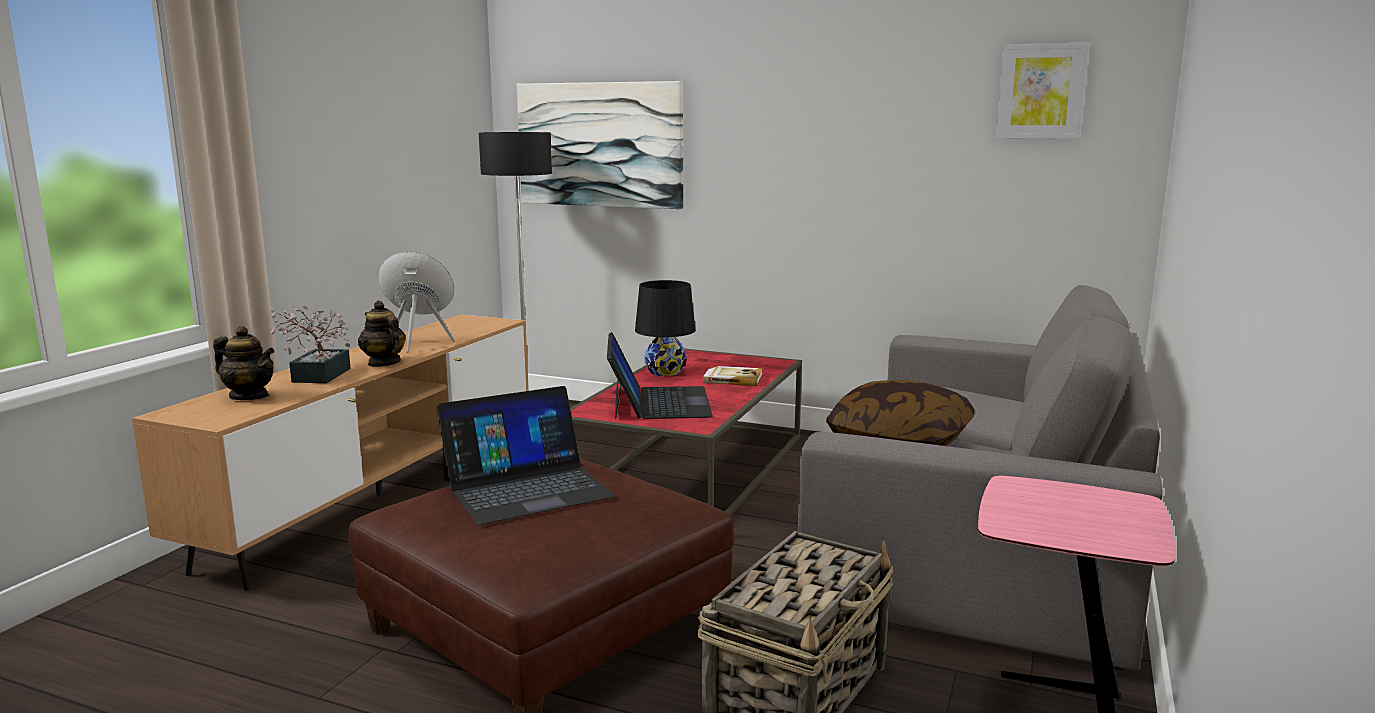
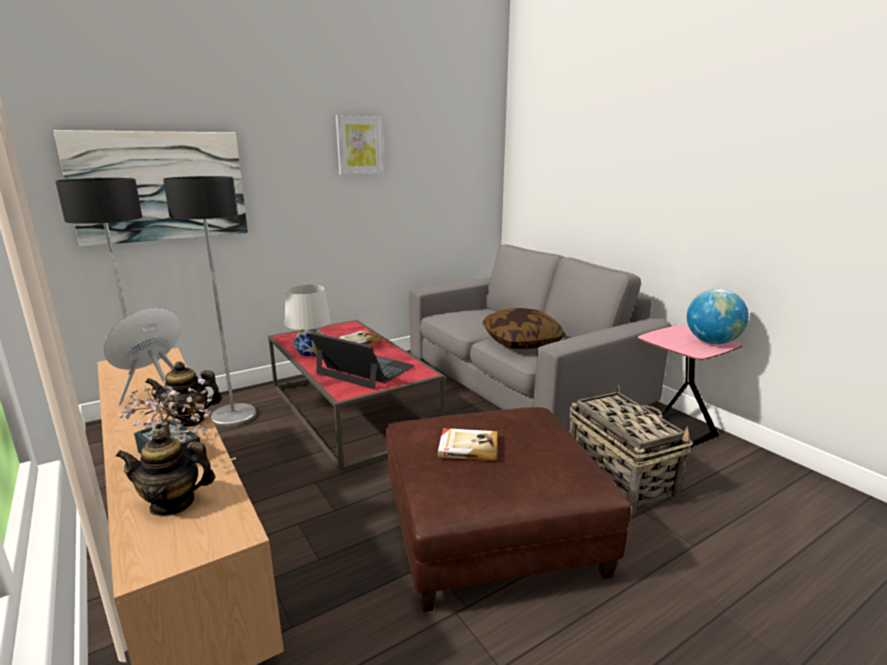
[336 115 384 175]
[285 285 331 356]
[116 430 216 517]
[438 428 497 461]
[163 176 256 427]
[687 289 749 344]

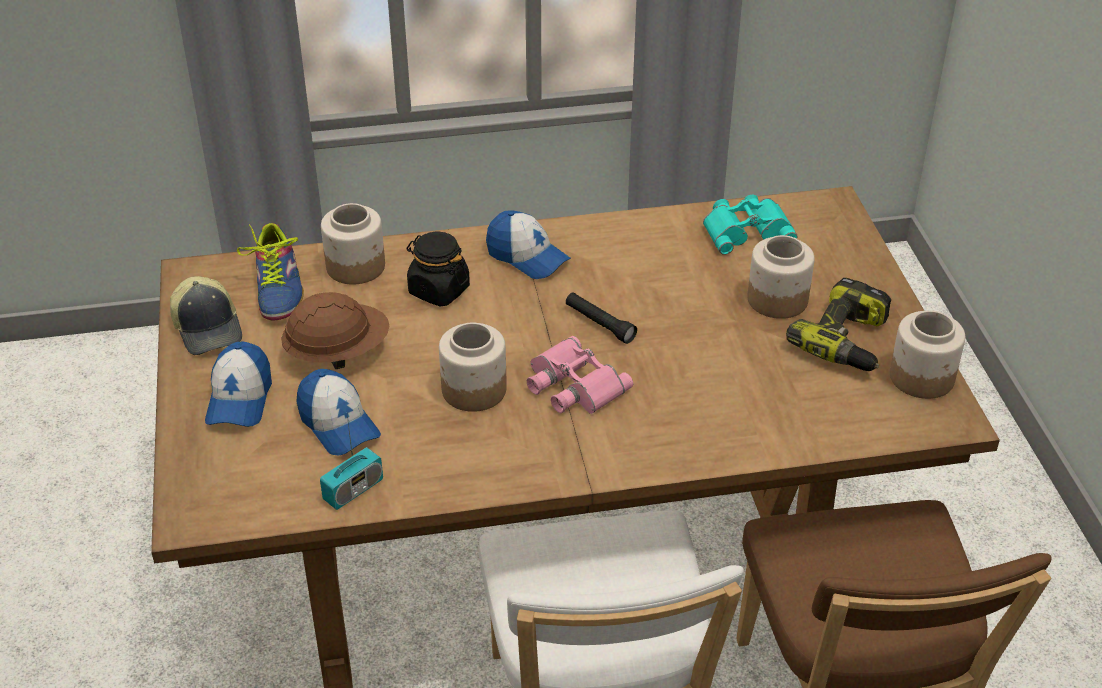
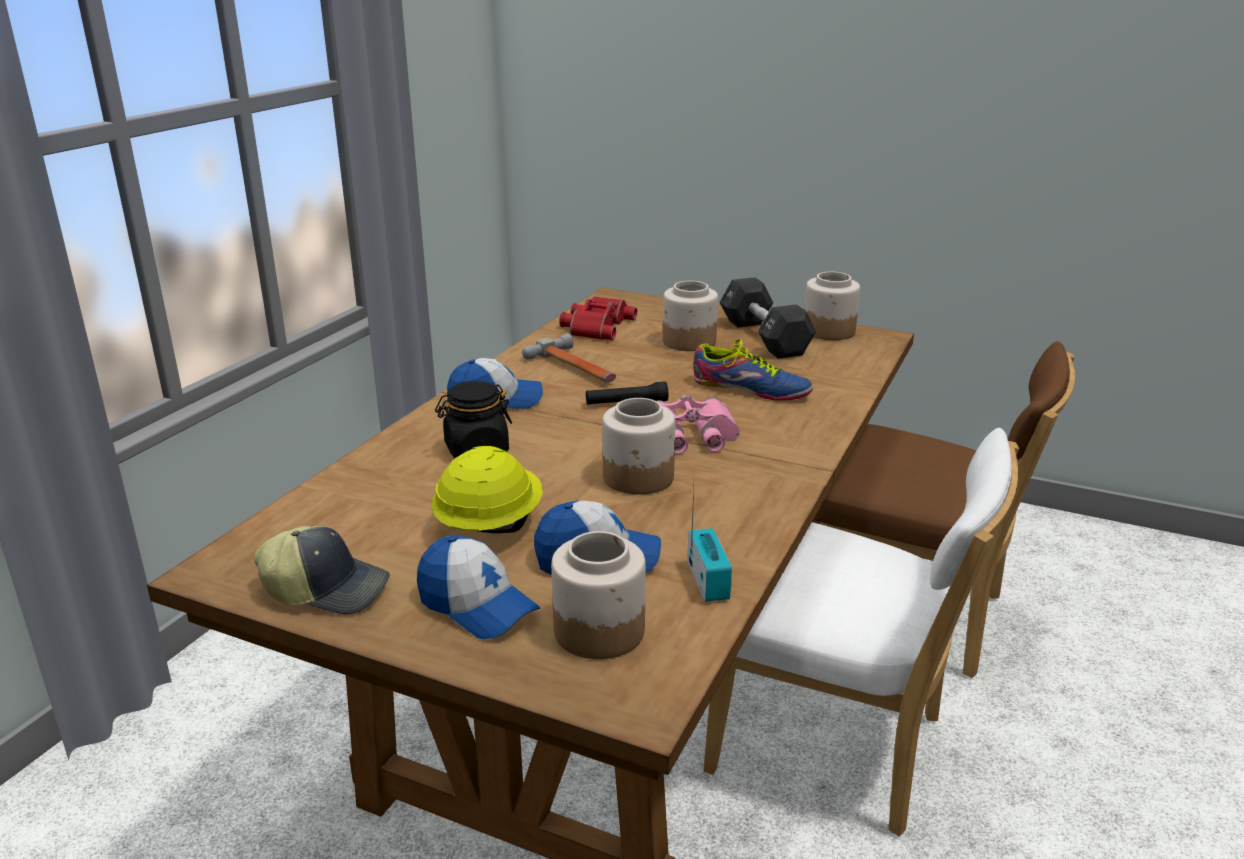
[559 296 637 340]
[551 531 646 659]
[693 339 813 401]
[719 277 816 359]
[431 446 543 533]
[522 333 616 382]

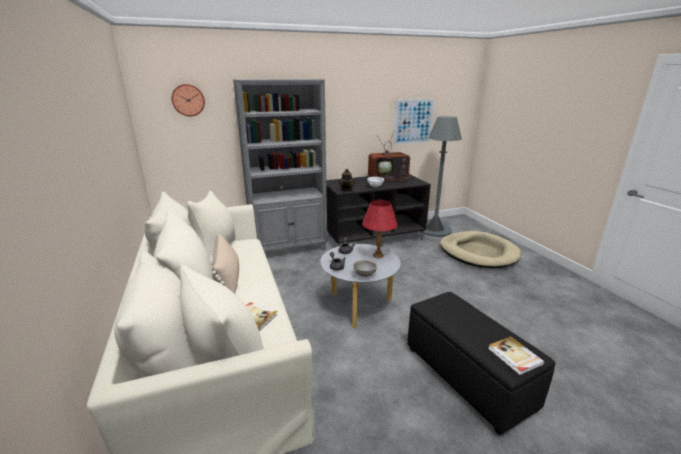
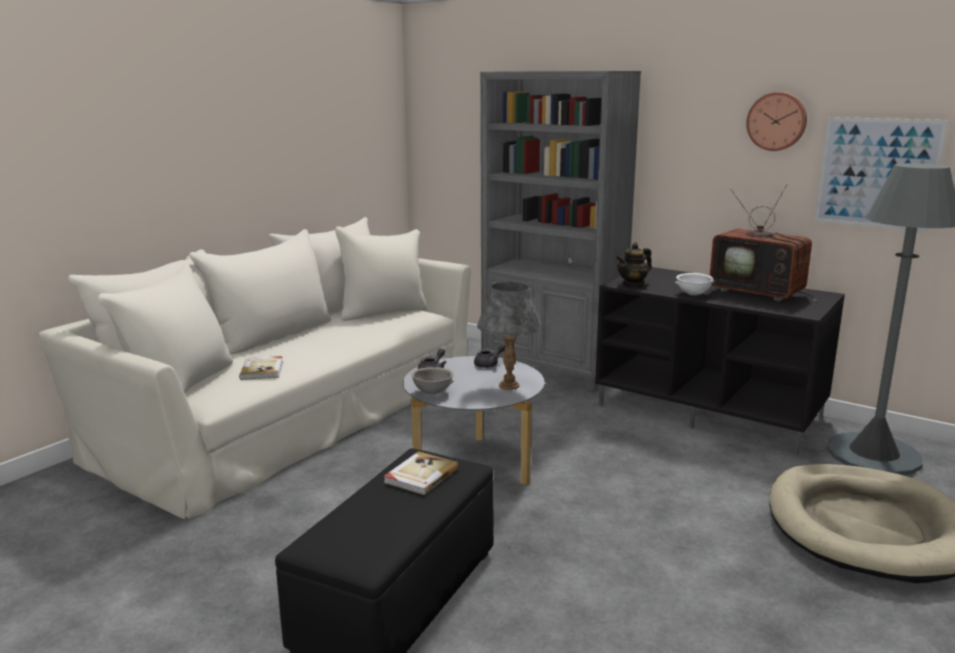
[746 92 807 151]
[477 282 542 390]
[212 233 239 293] (first image)
[384 451 459 495]

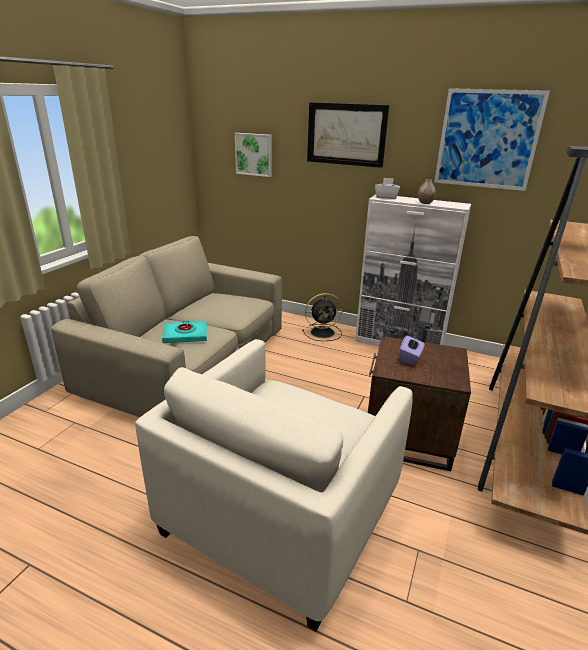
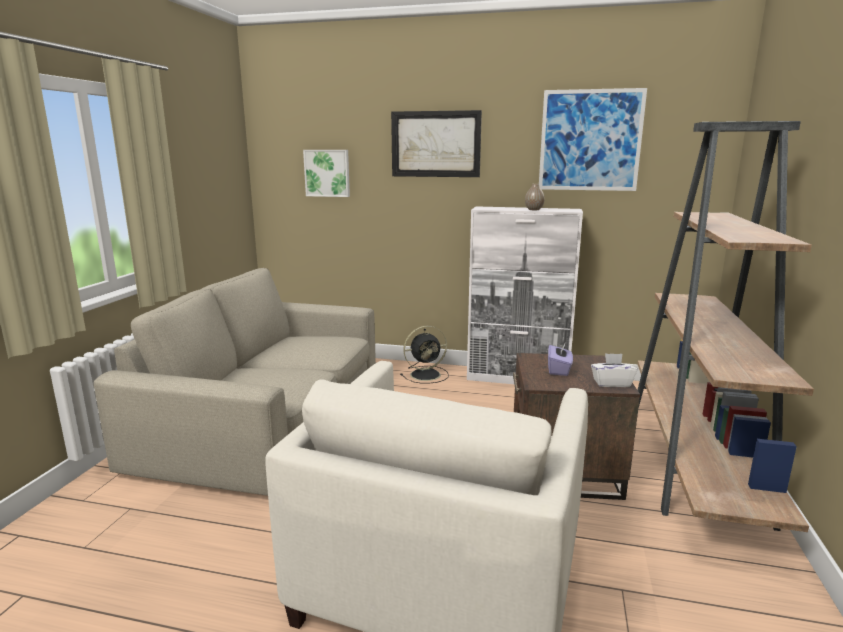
[591 353 637 387]
[162 320 207 343] (first image)

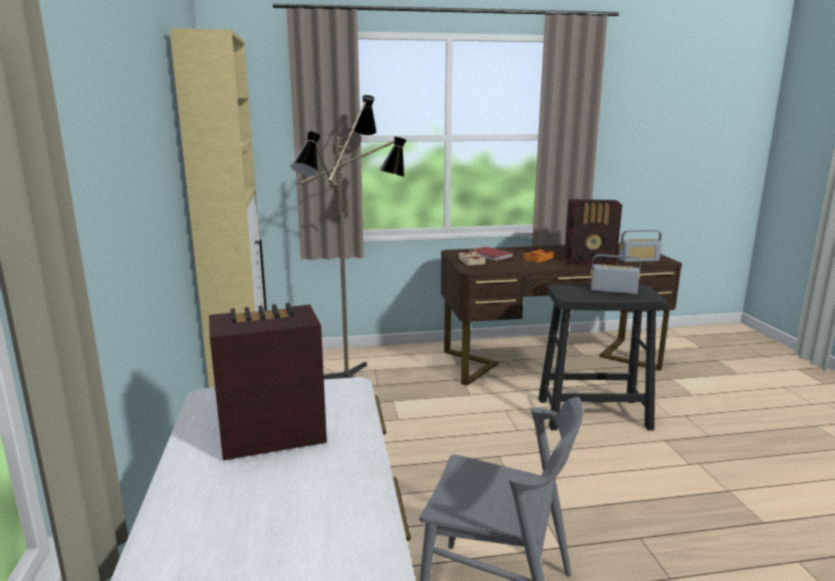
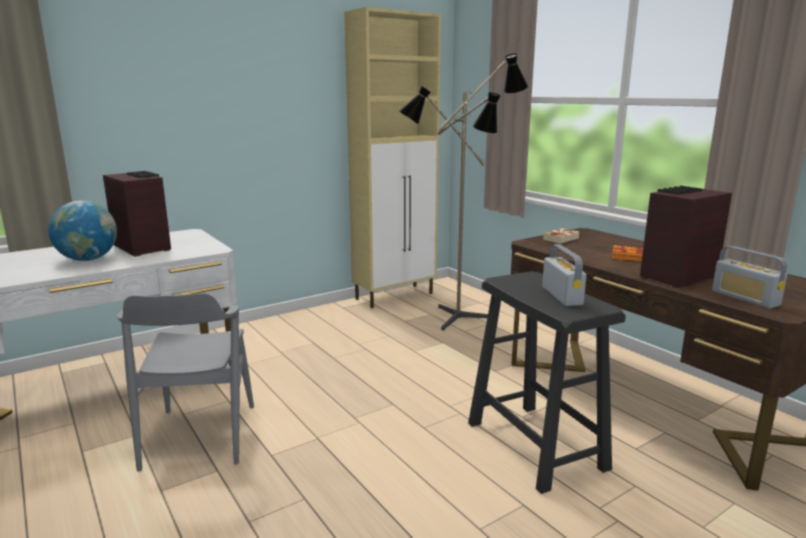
[640 186 732 288]
[468 247 514 261] (first image)
[48 201 117 261]

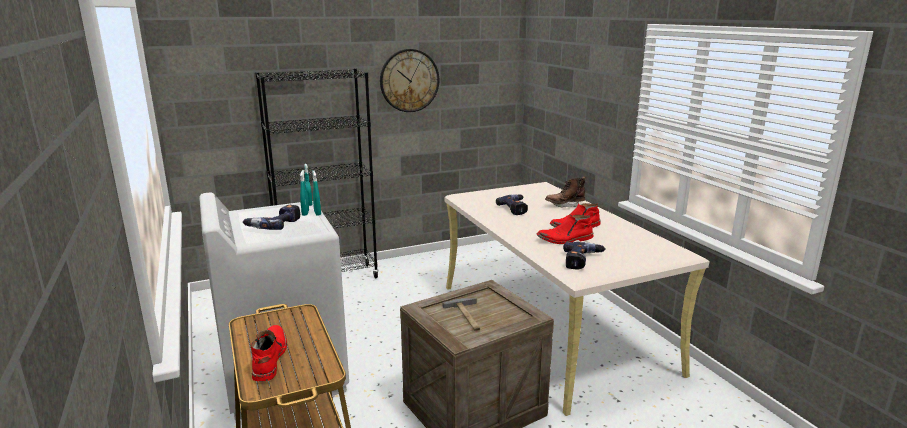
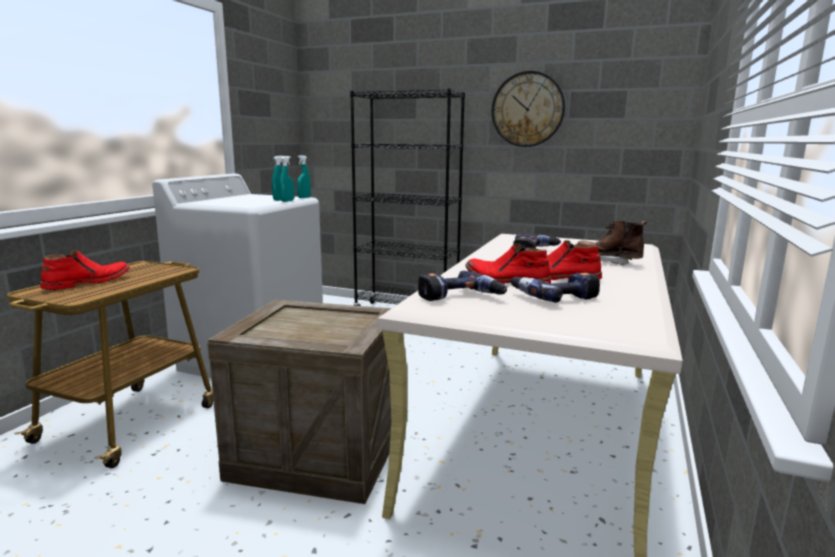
[511 272 600 303]
[443 298 480 331] (first image)

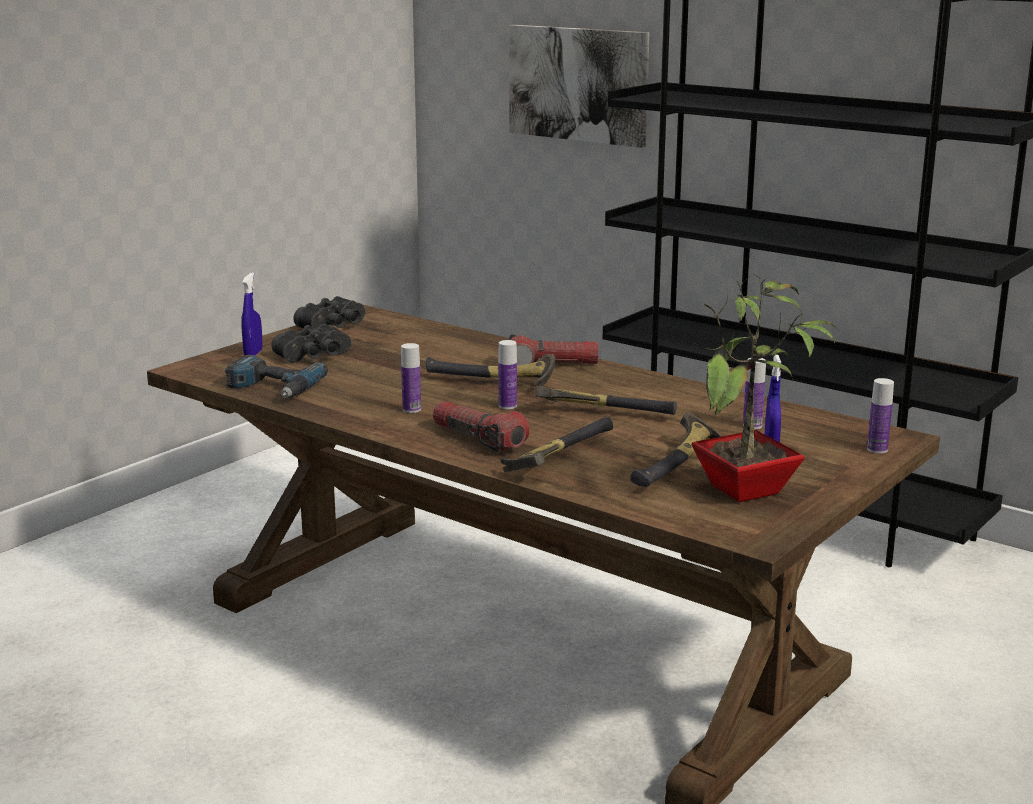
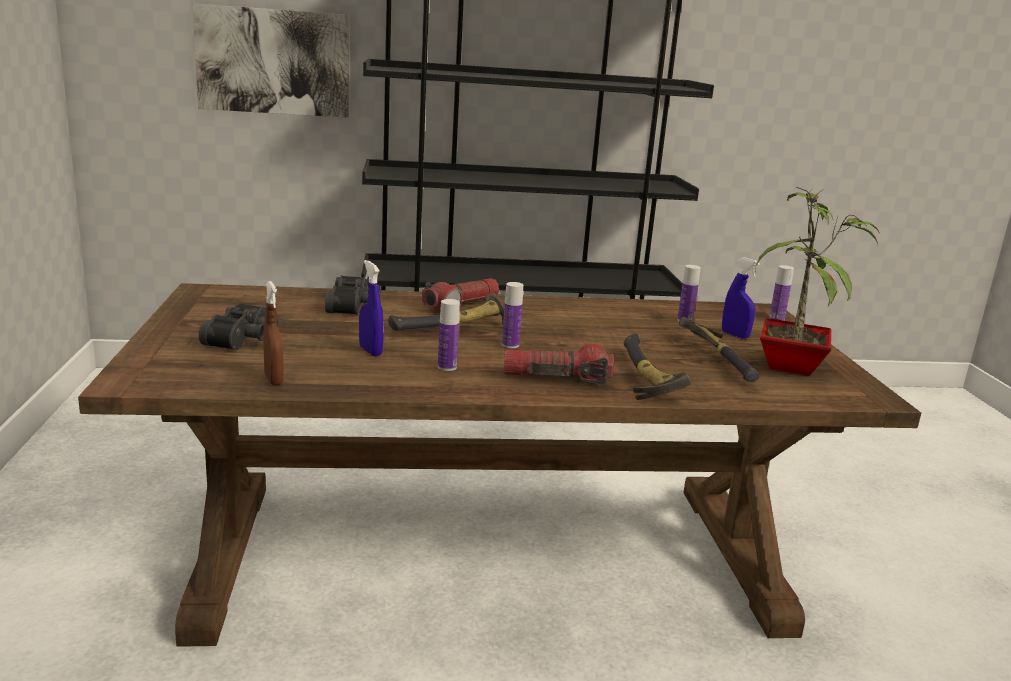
[359 260 384 356]
[325 275 380 315]
[263 281 284 385]
[535 386 677 415] (first image)

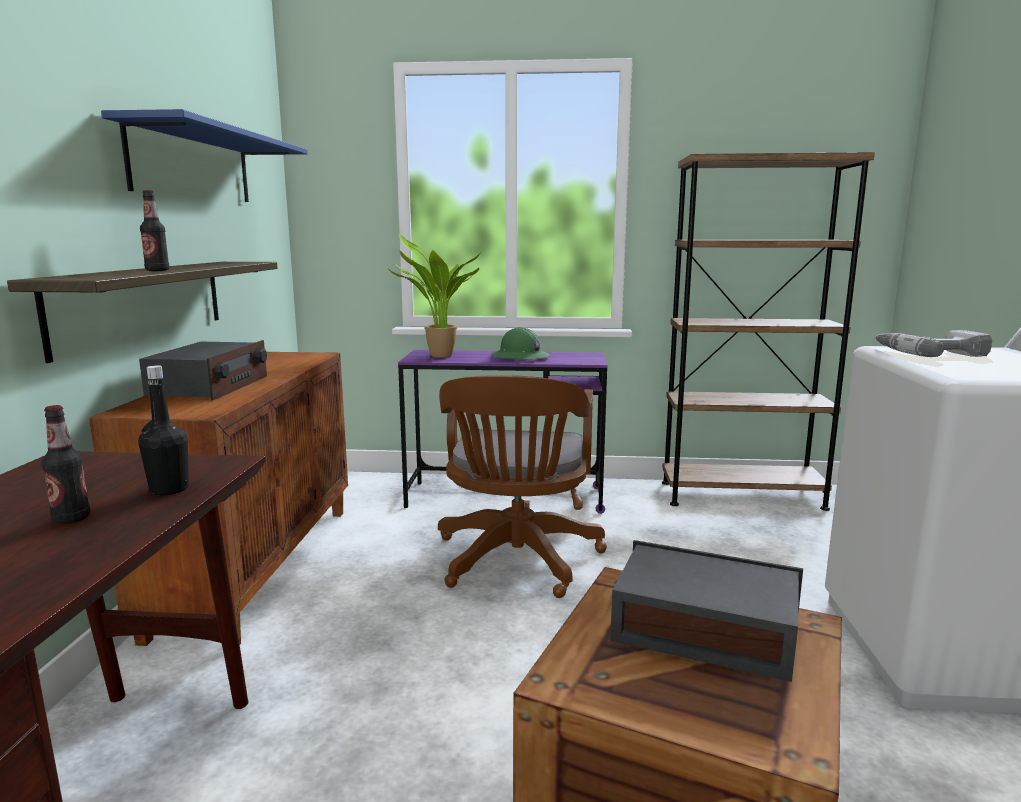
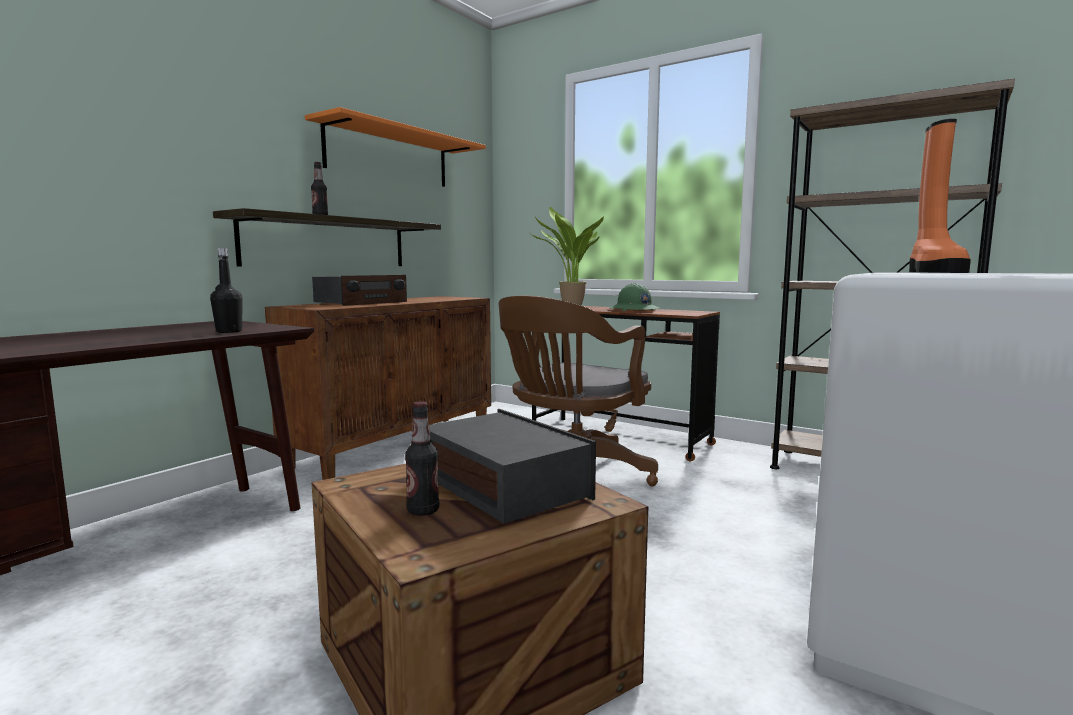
[305 107 486 187]
[909 119 971 273]
[532 306 720 462]
[405 401 439 516]

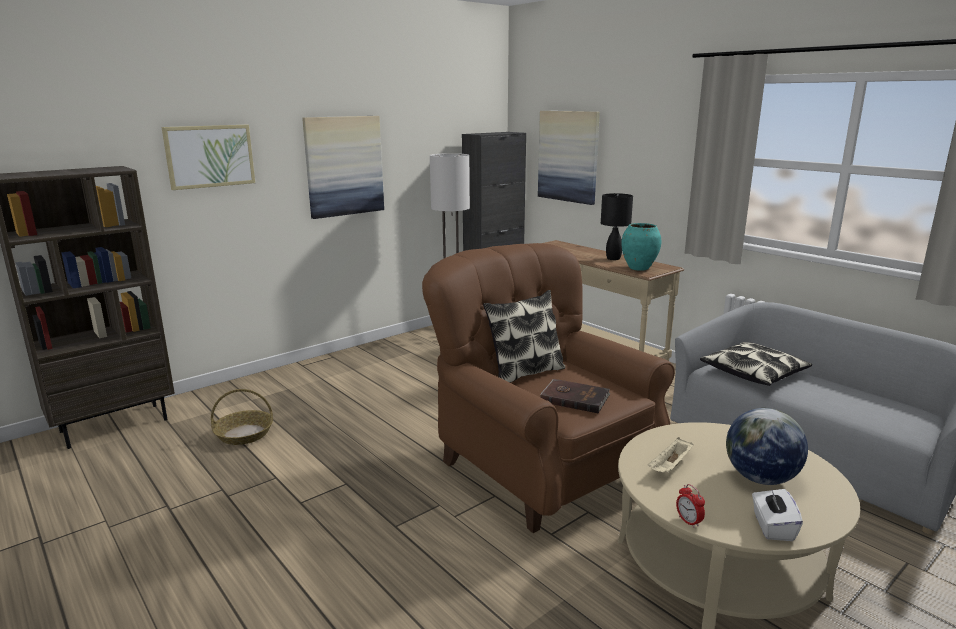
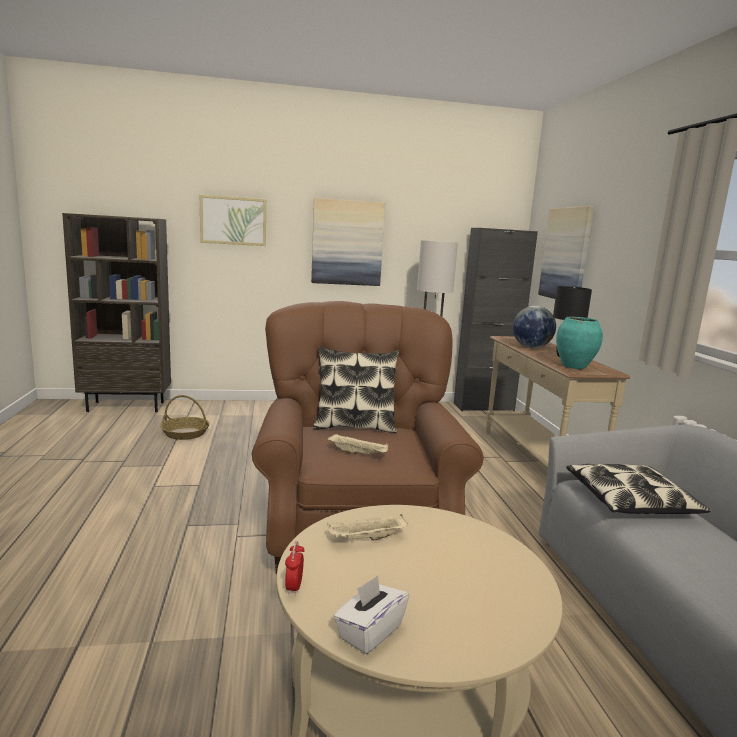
[328 434 389 455]
[513 306 556 348]

